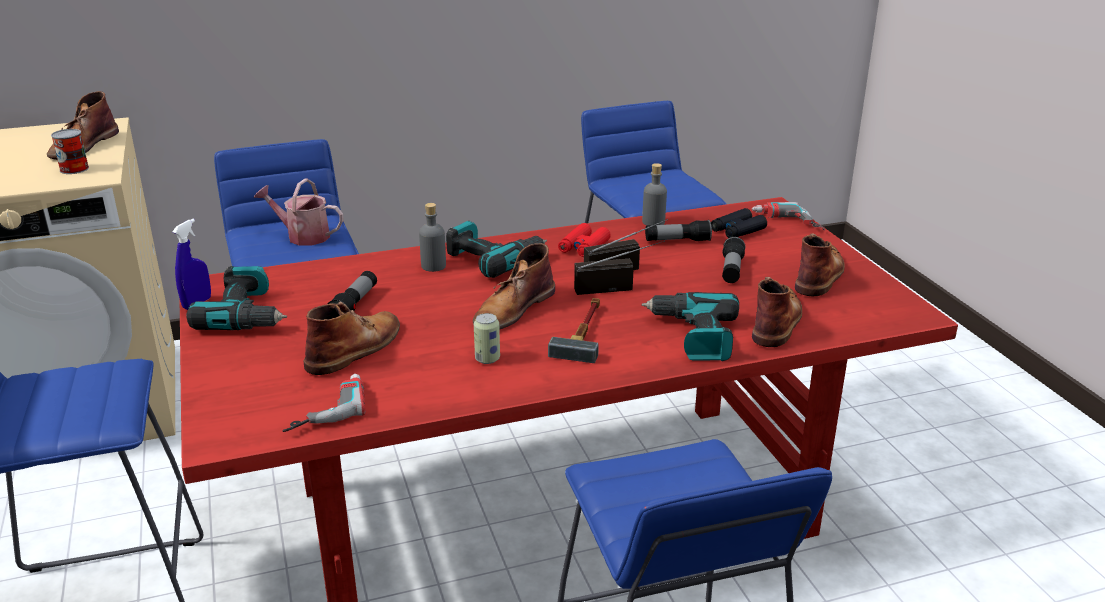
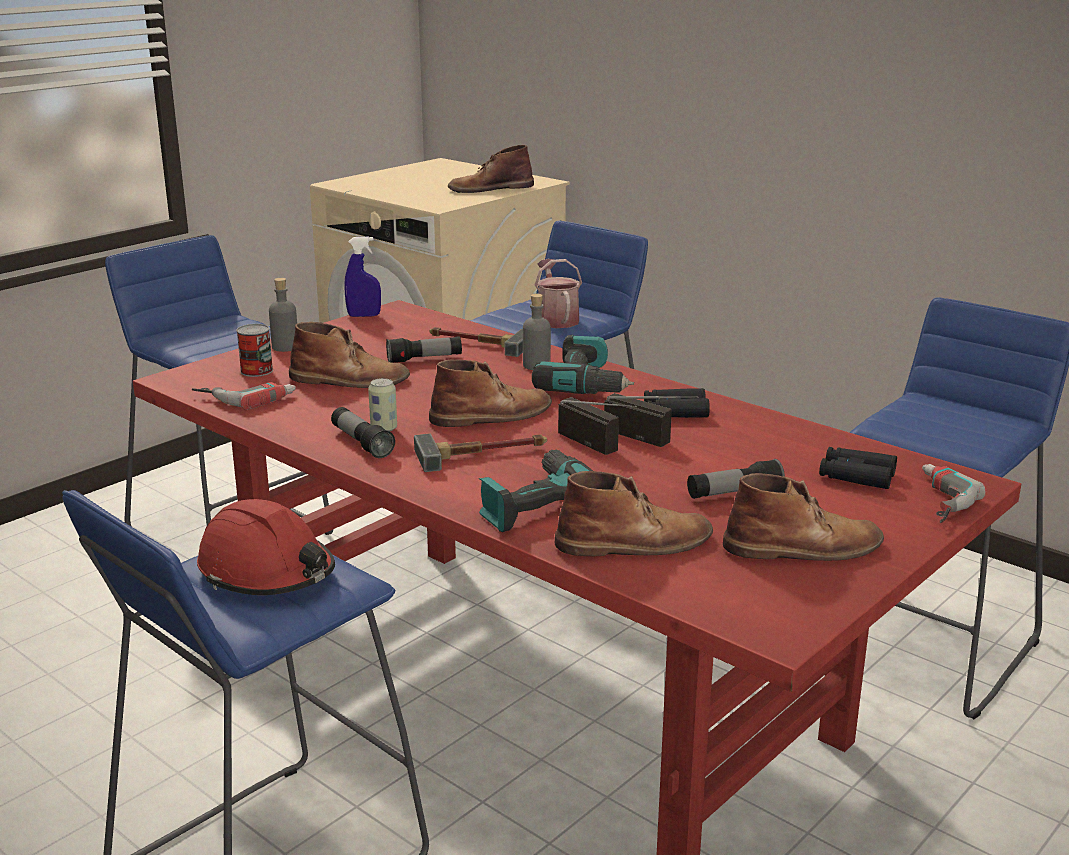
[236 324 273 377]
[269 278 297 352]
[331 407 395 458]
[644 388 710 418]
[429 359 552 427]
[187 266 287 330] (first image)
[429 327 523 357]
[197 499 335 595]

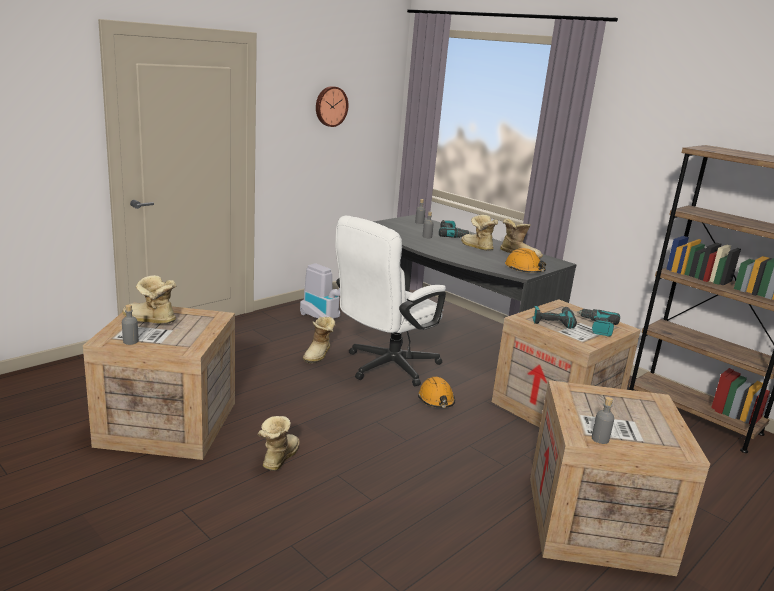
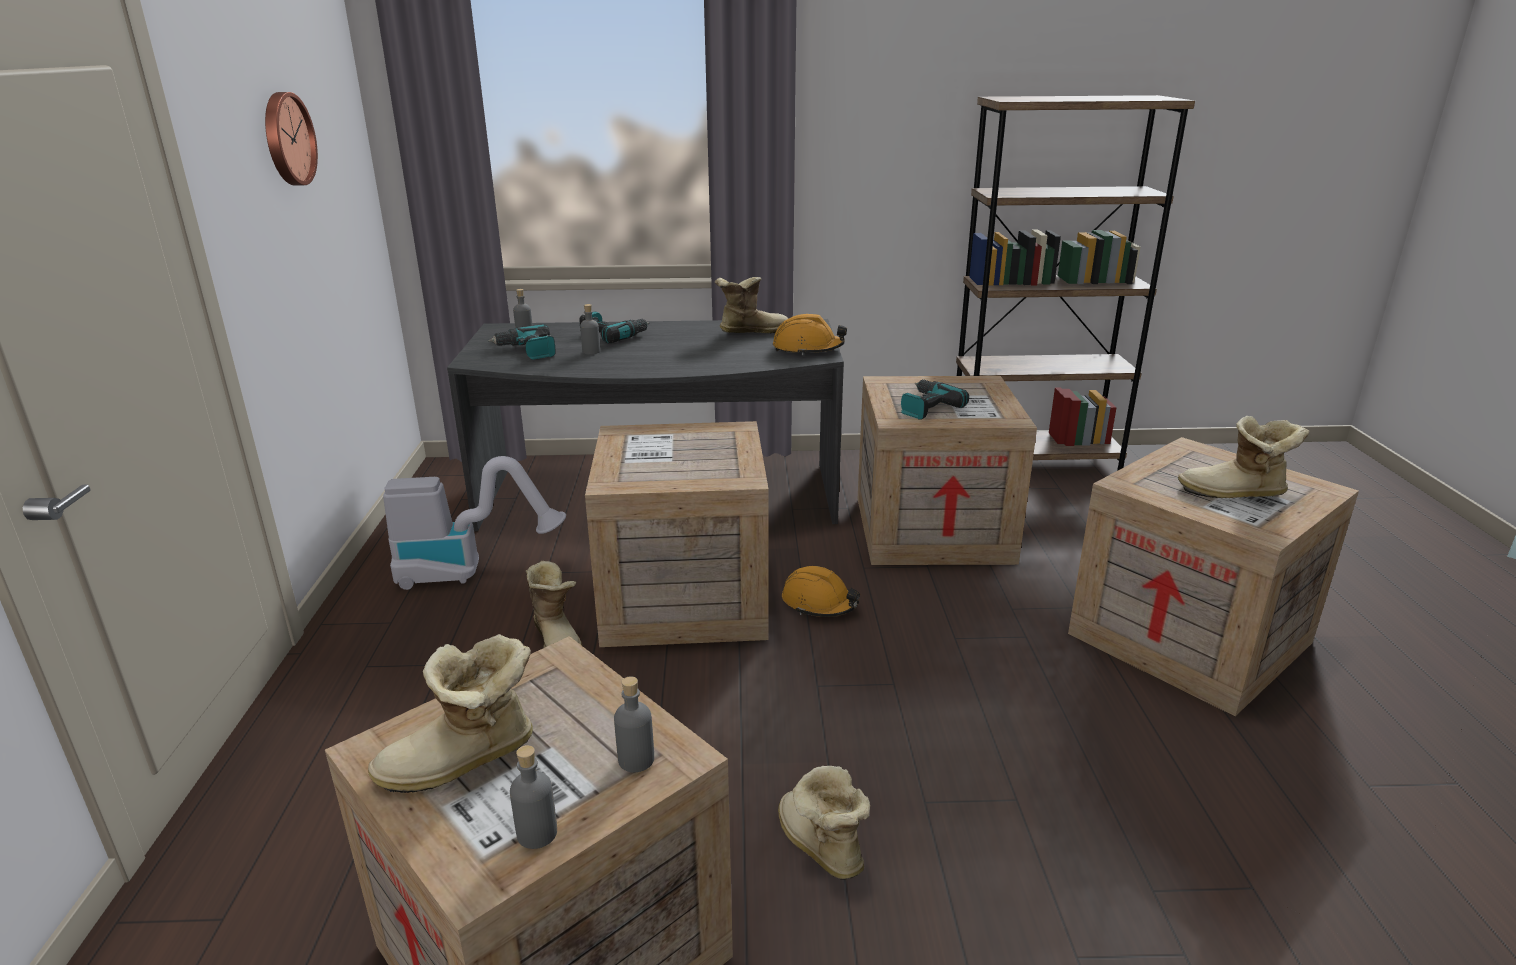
[1178 416 1309 498]
[585 421 769 647]
[488 324 556 359]
[614 676 654 772]

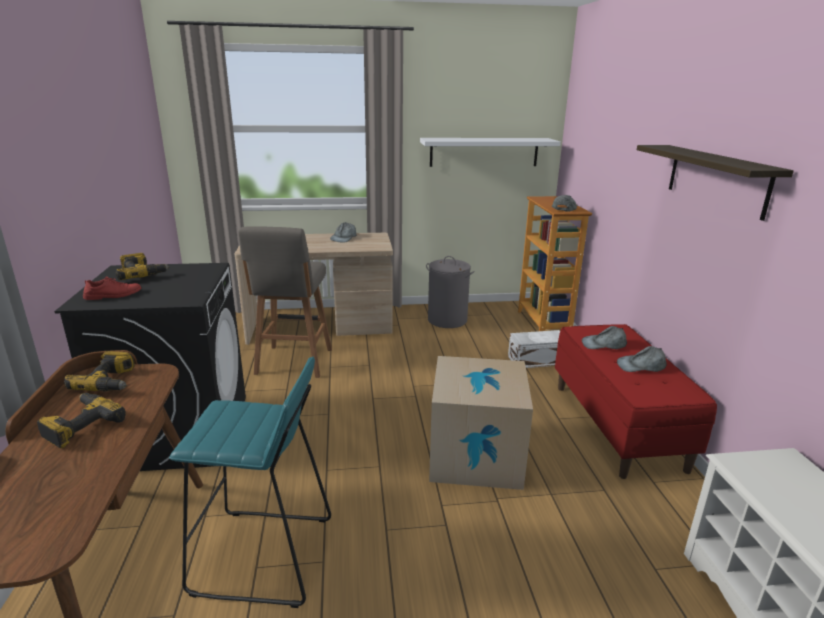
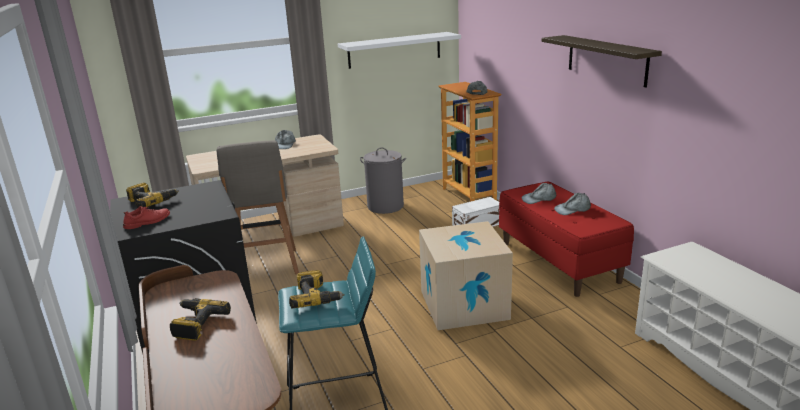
[289 270 344 308]

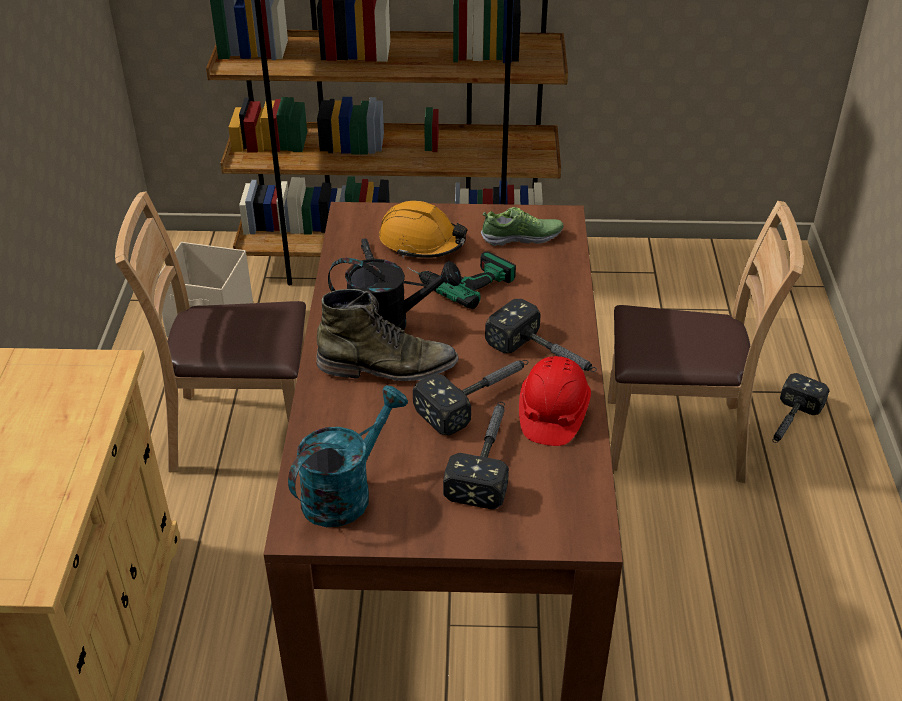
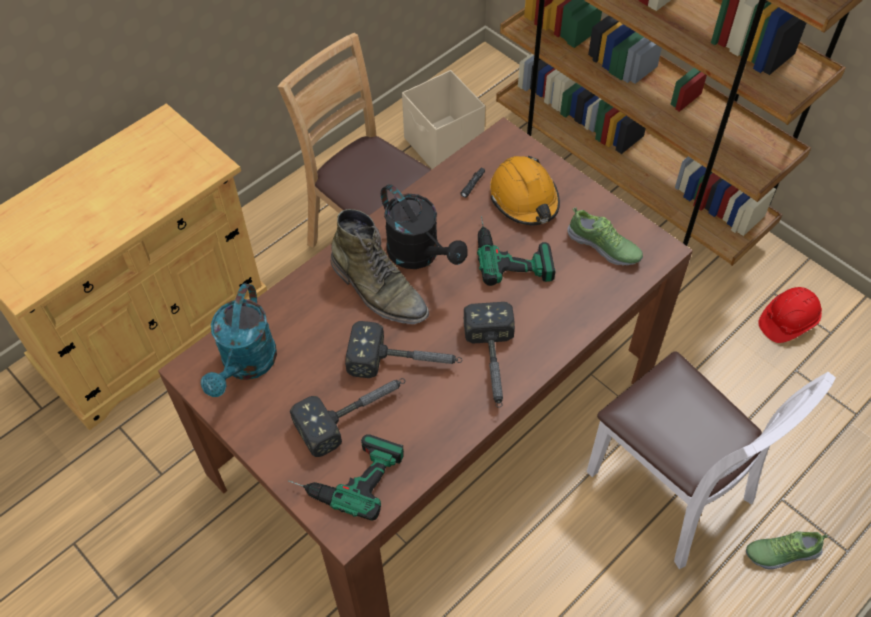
[587 351 836 569]
[758 287 822 343]
[746 531 828 570]
[201 283 277 397]
[288 434 404 521]

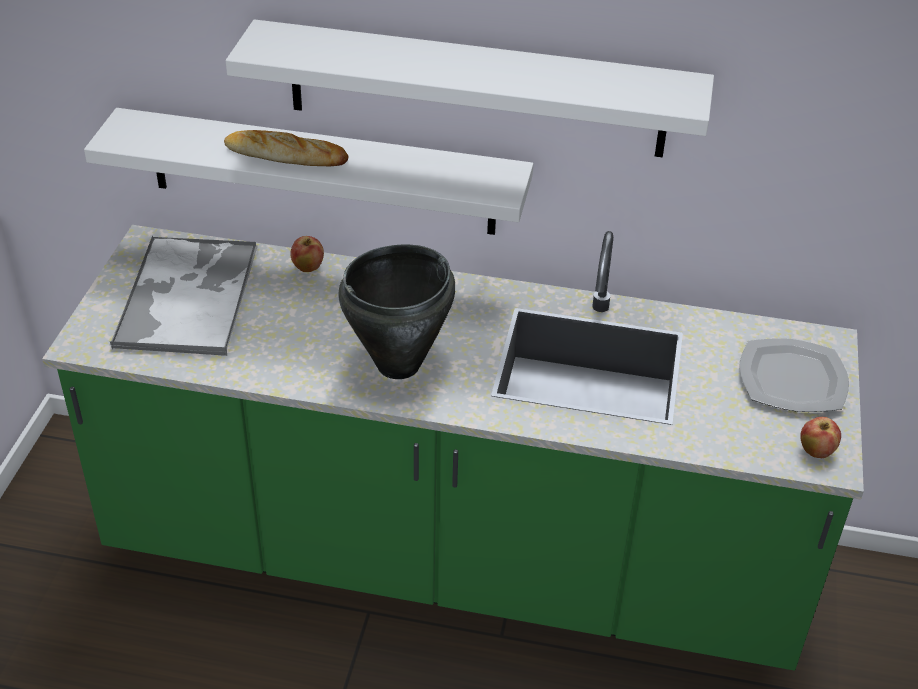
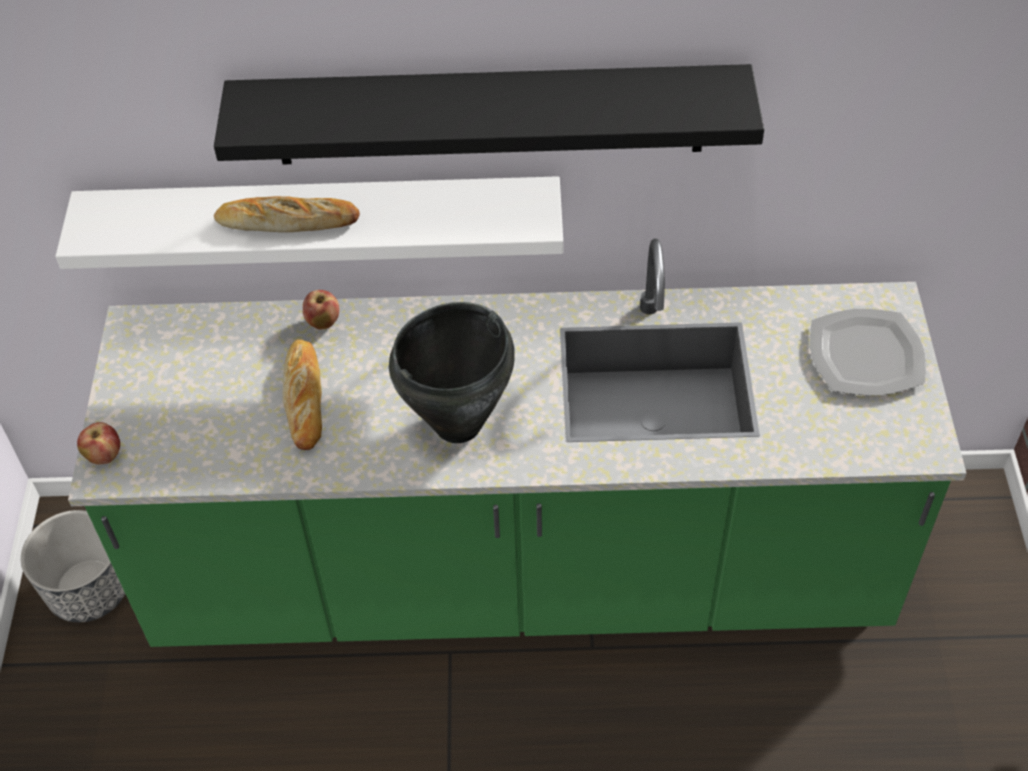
[214 64 764 164]
[110 235 258 356] (first image)
[77 422 120 464]
[282 339 322 450]
[21 510 125 622]

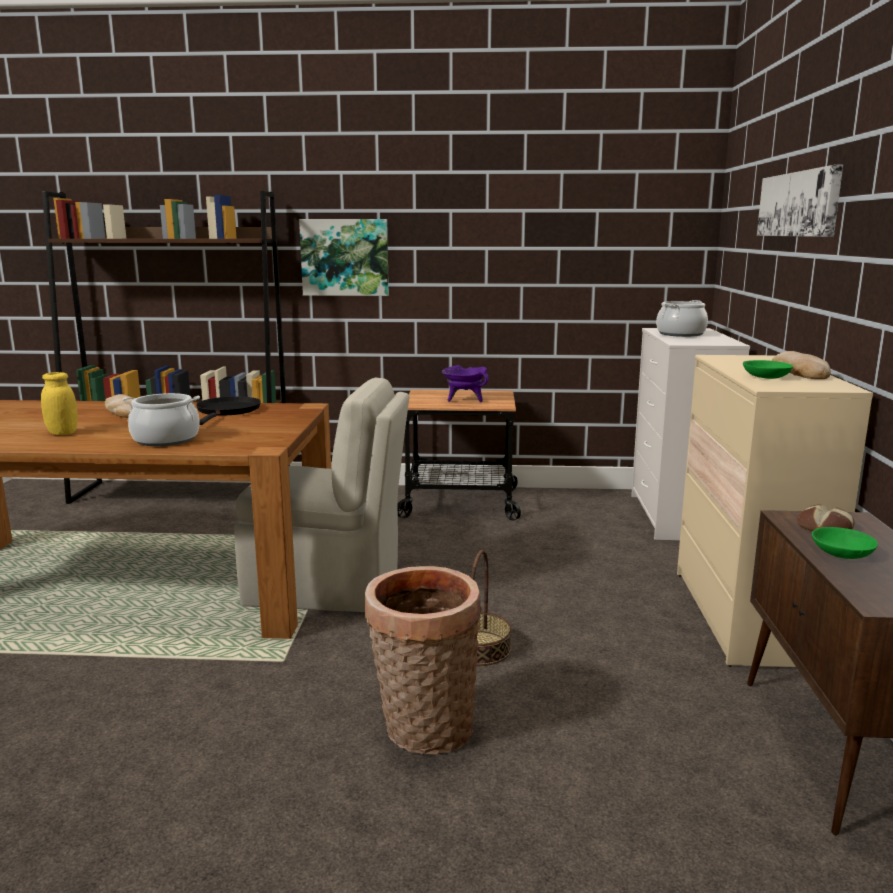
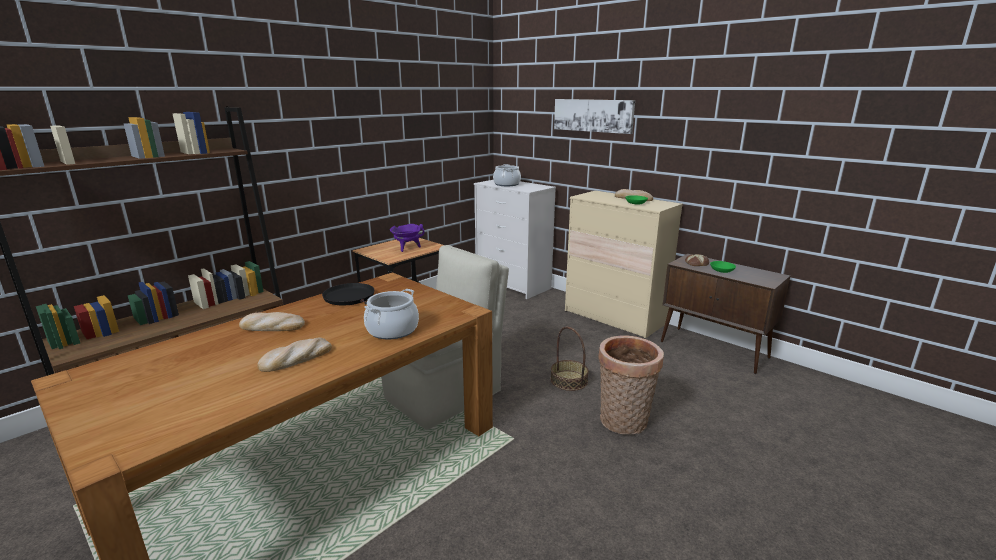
[299 219 389 296] (first image)
[257 337 332 372]

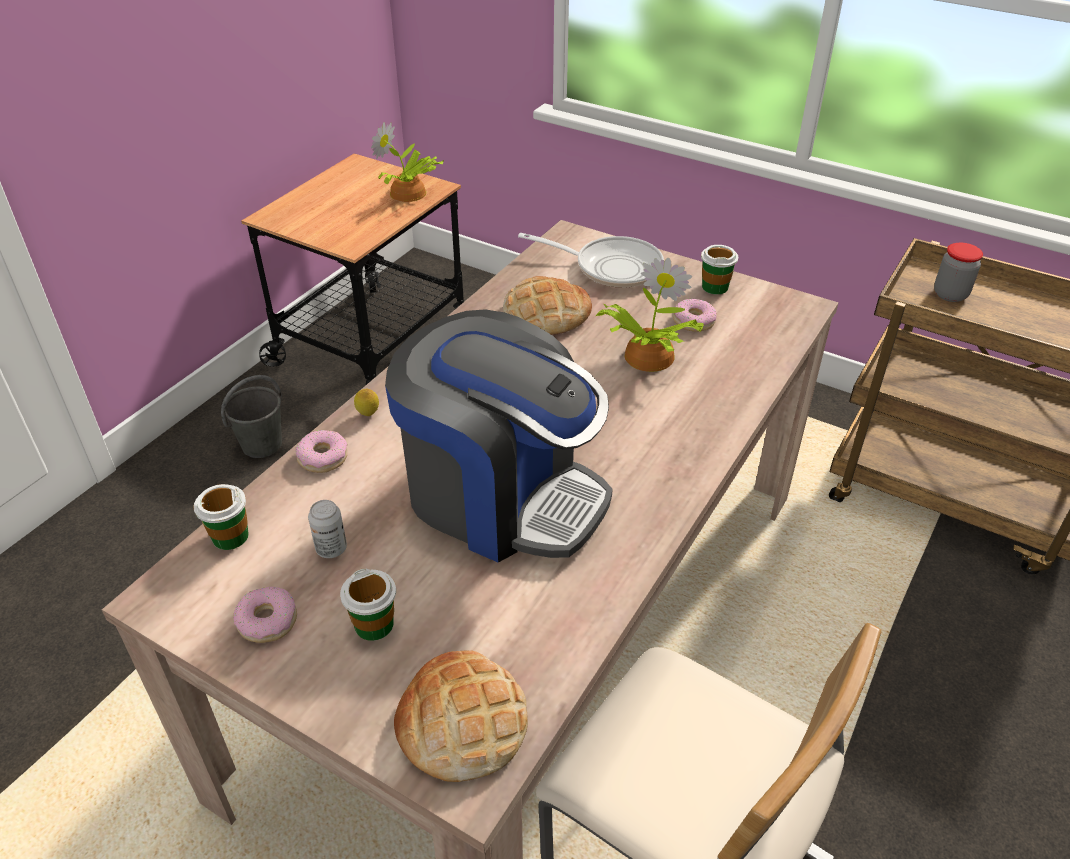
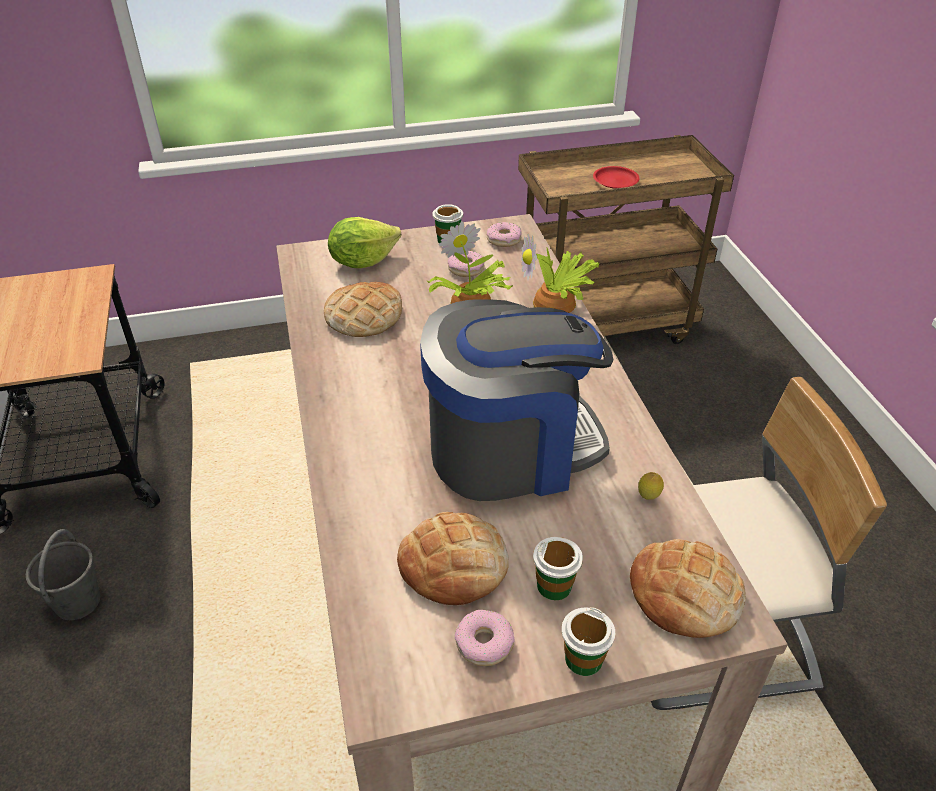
[521 234 600 313]
[328 217 402 268]
[934 243 983 302] (first image)
[638 472 664 500]
[487 222 522 247]
[561 607 615 676]
[397 512 509 605]
[593 166 640 189]

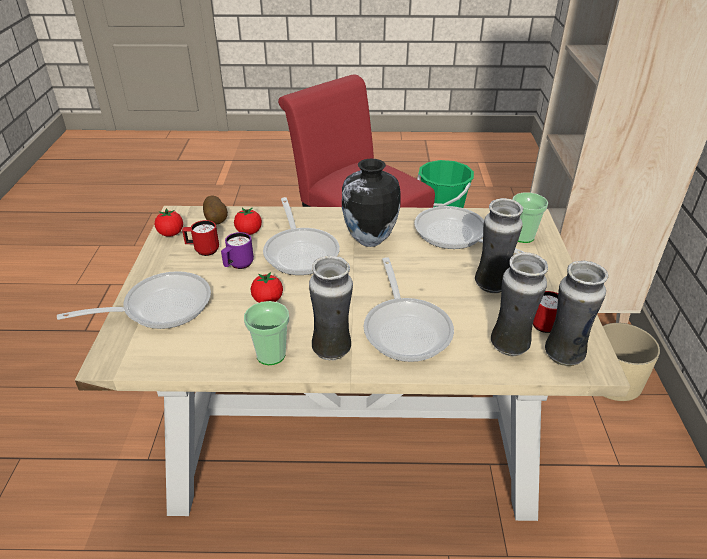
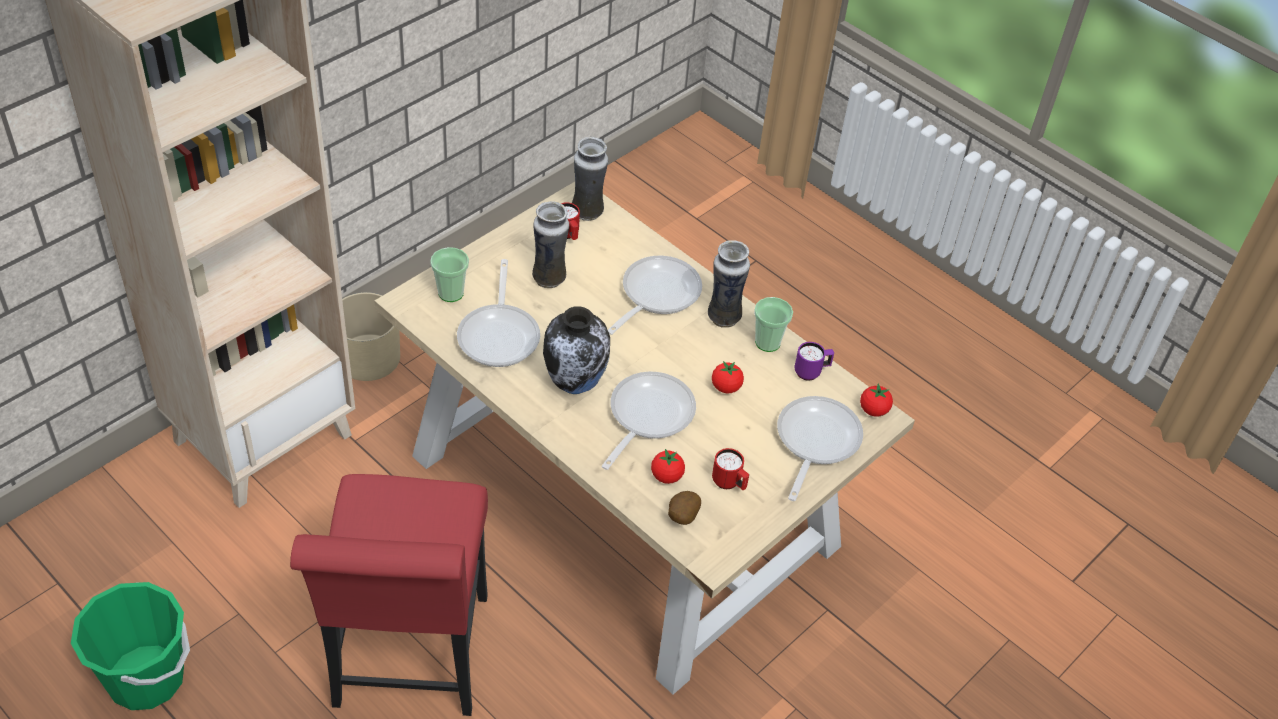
[860 384 893 417]
[795 342 834 381]
[491 252 548 356] (first image)
[777 396 863 501]

